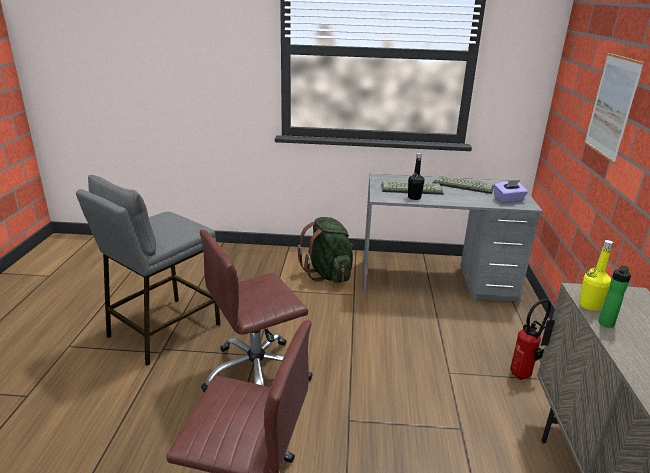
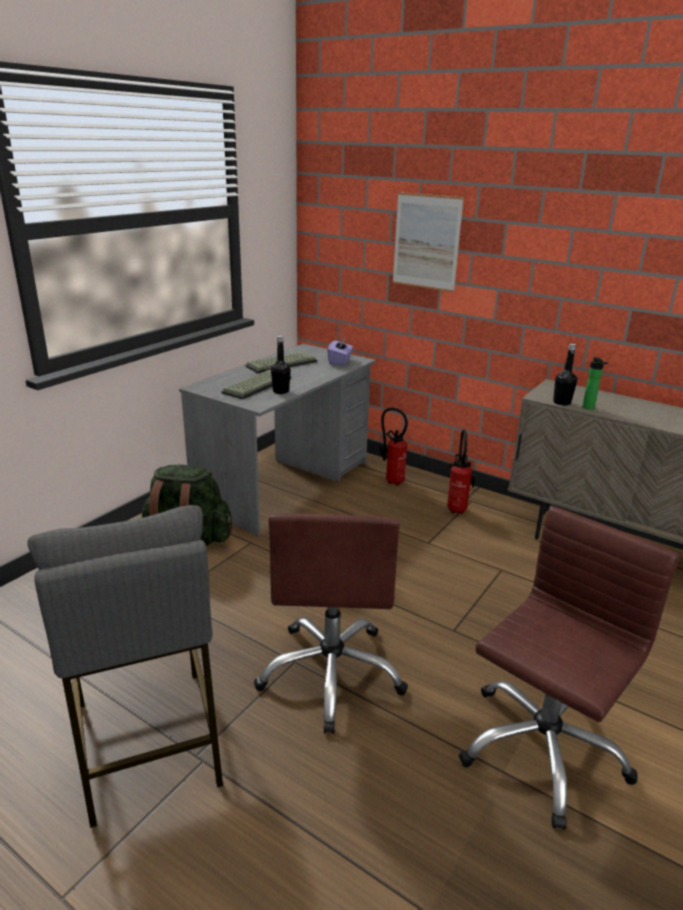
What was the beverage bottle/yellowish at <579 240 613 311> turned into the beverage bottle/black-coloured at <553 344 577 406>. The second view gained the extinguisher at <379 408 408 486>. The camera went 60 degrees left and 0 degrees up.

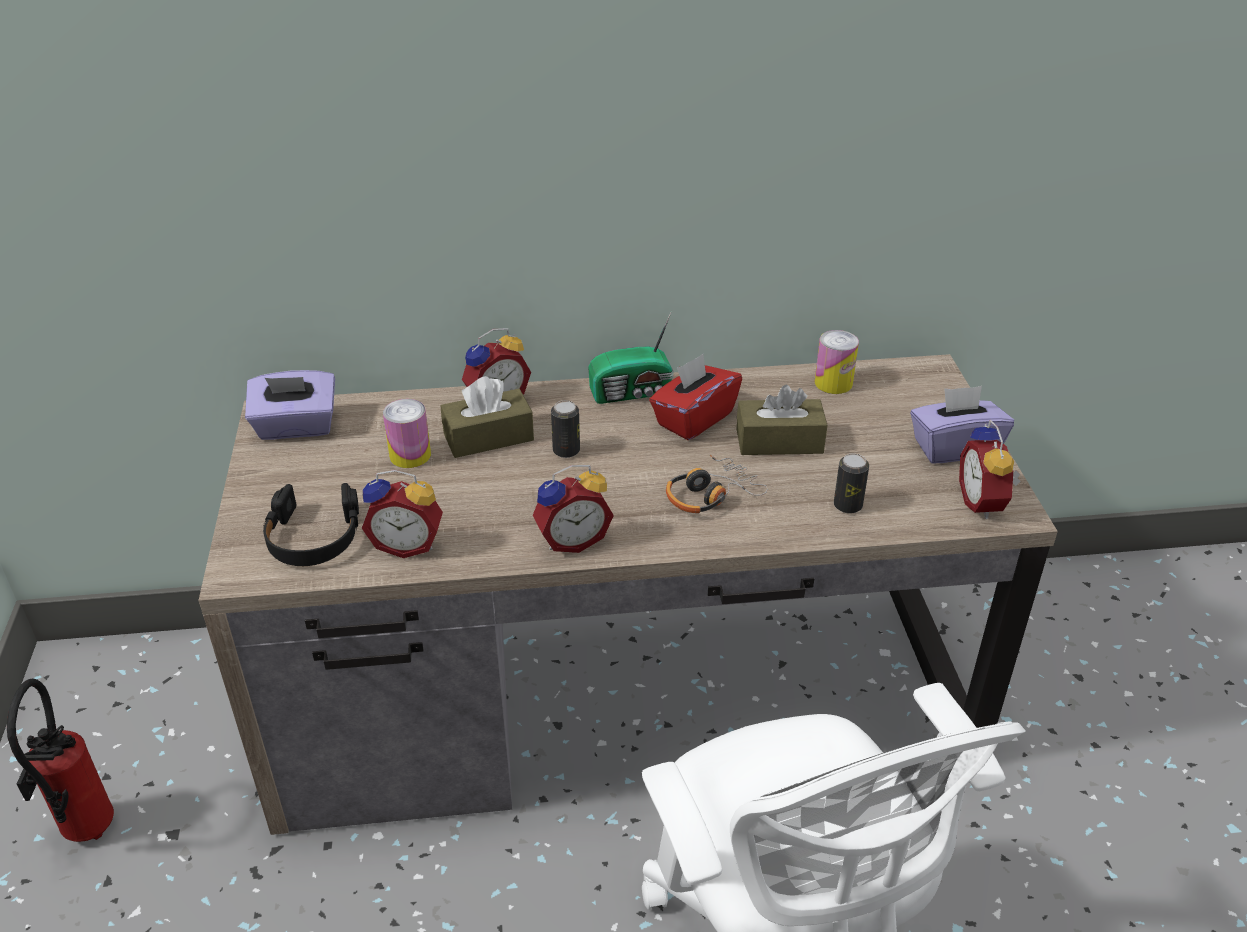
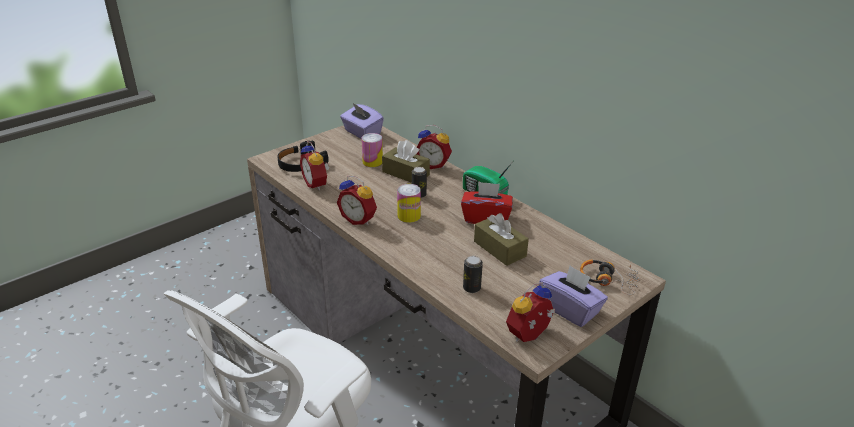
The second view lost the extinguisher at <7 679 114 842>. The headset ended up elsewhere, having gone from <666 455 768 513> to <580 259 639 295>. The sealed can ended up elsewhere, having gone from <815 330 859 394> to <397 184 421 223>. The camera went 55 degrees right and 5 degrees down.

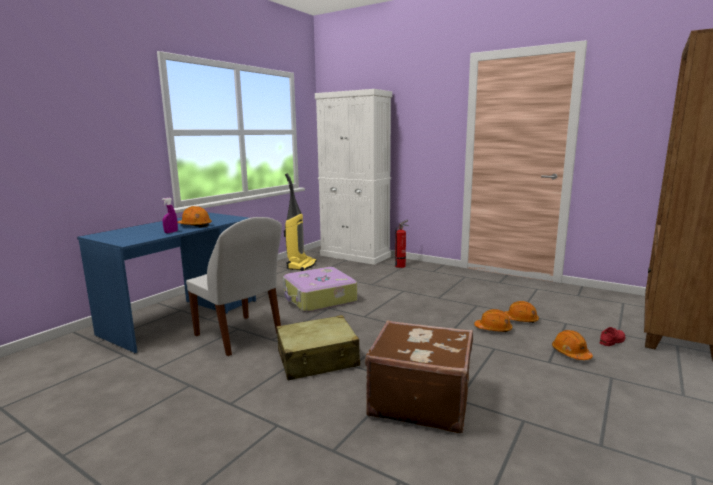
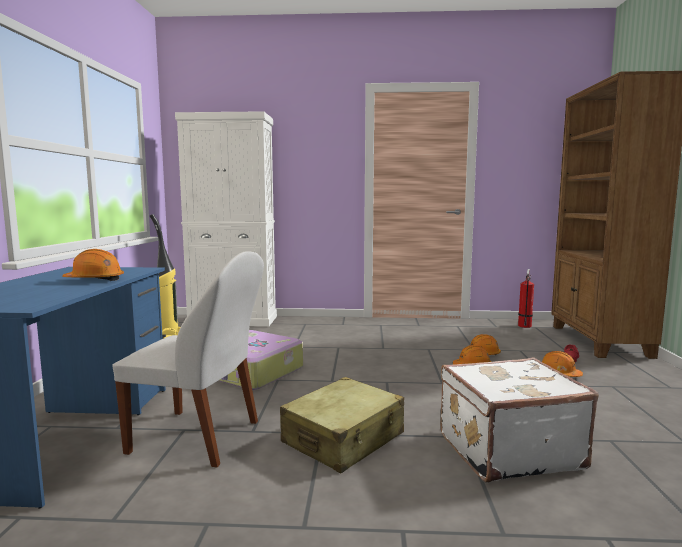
The second view lost the spray bottle/purplish at <162 198 178 233>. What was the travel case/brown-coloured at <365 320 473 433> turned into the travel case/white-coloured at <440 358 599 483>. The extinguisher ended up elsewhere, having gone from <395 220 408 268> to <518 269 534 328>. The camera went 30 degrees left and 5 degrees down.

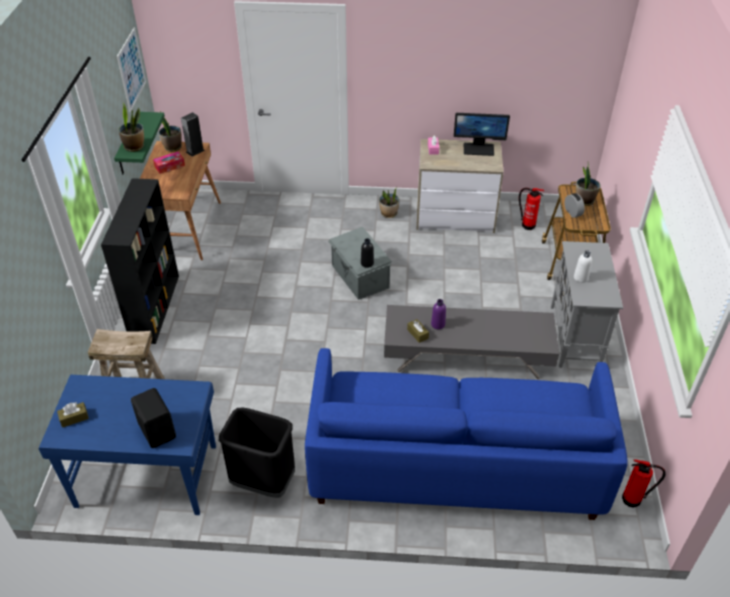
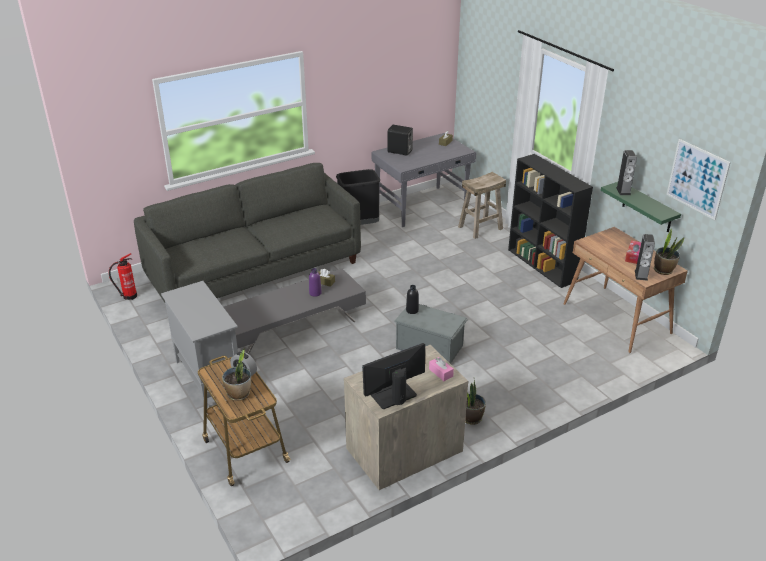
What was the desk/bluish at <39 375 216 515> turned into the desk/greyish at <372 133 476 227>. Where the houseplant stood at <119 102 144 152>, the loudspeaker came to stand at <616 150 637 195>. What was the settee/bluish at <305 348 628 520> turned into the settee/greyish at <134 163 361 302>. The second view lost the extinguisher at <519 188 544 230>. The second view lost the beverage bottle/white-coloured at <574 250 592 283>. The camera went 145 degrees right and 10 degrees down.

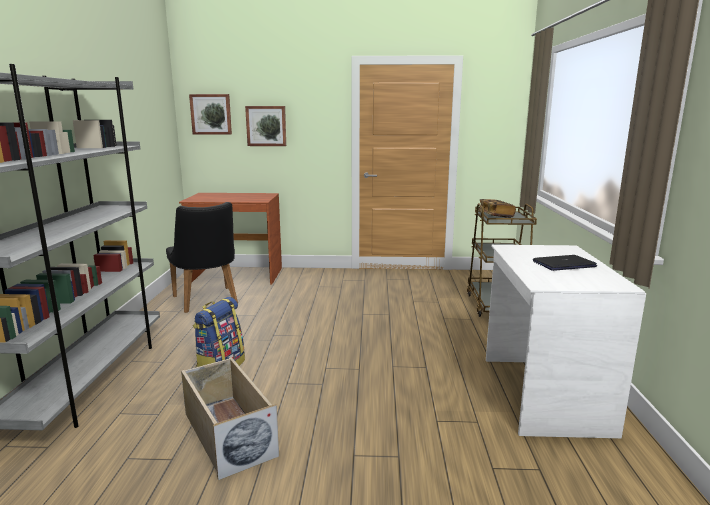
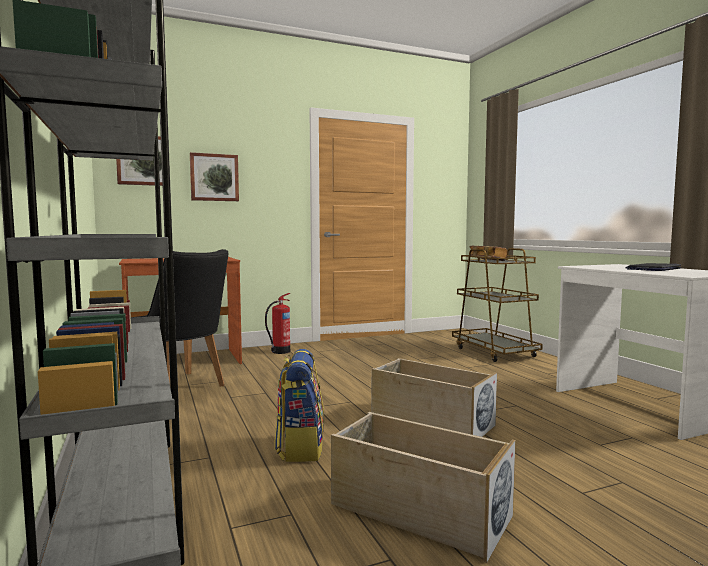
The second view gained the extinguisher at <265 293 290 354>. The second view gained the storage bin/beige-coloured at <371 358 497 437>. The camera went 25 degrees left and 10 degrees down.

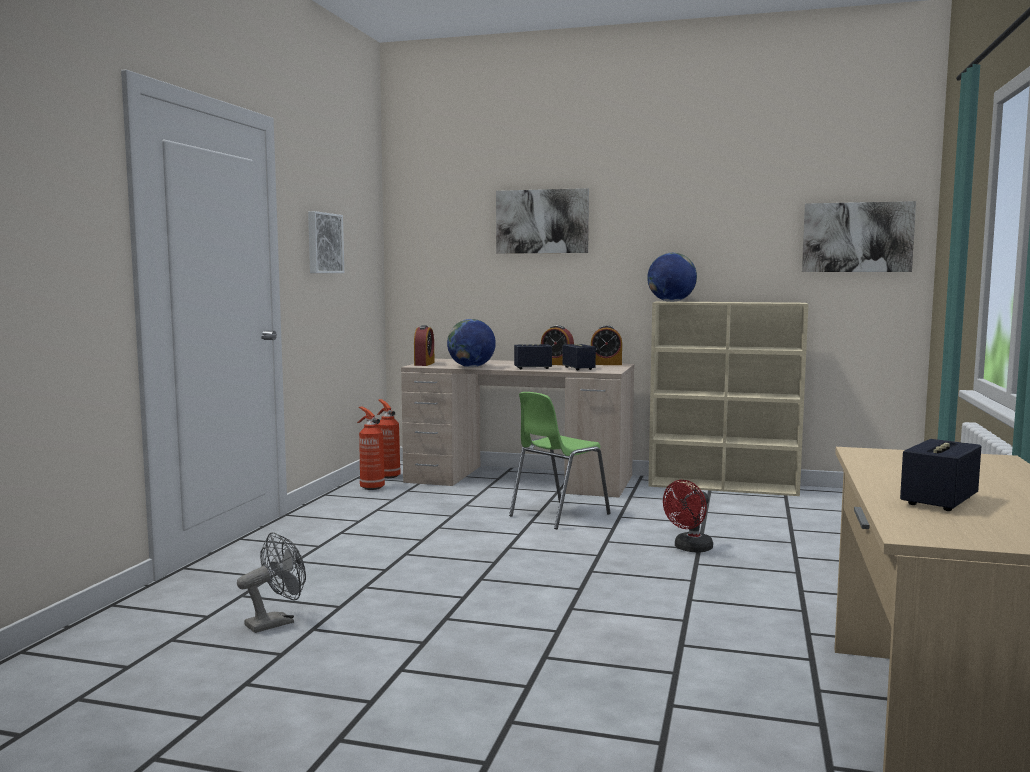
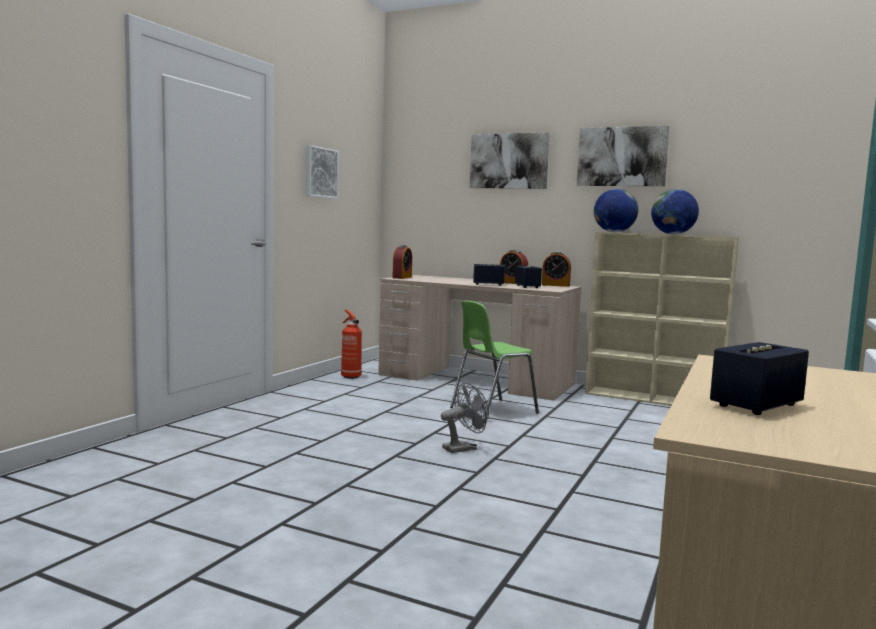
The cooling fan/greyish ended up elsewhere, having gone from <237 532 306 633> to <441 382 489 453>. The second view lost the extinguisher at <377 399 401 478>. The desk globe ended up elsewhere, having gone from <447 319 496 367> to <651 189 699 234>. The second view lost the cooling fan/red at <663 480 713 553>. The wall art ended up elsewhere, having gone from <802 201 916 272> to <577 126 670 186>. The camera went 10 degrees right and 0 degrees up.

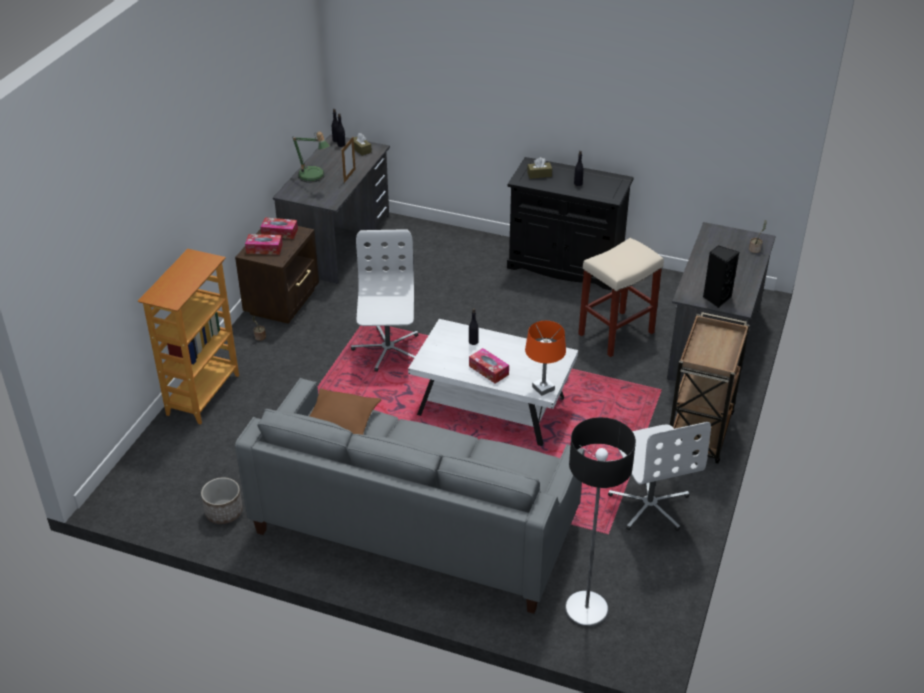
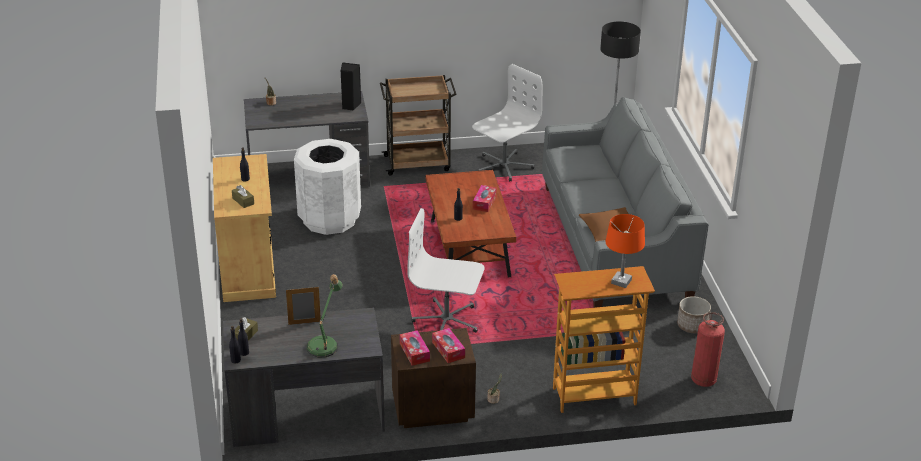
The office chair/white-coloured at <351 229 418 372> ended up facing another way, 45 degrees clockwise from before. What was the low table/white-coloured at <408 319 578 446> turned into the low table/brown-coloured at <425 170 516 277>. What was the storage cabinet/black-coloured at <507 157 634 290> turned into the storage cabinet/beige-coloured at <213 154 276 302>. The table lamp/orange ended up elsewhere, having gone from <525 321 566 396> to <605 214 645 288>. Where the stool seat/beige-coloured stood at <578 238 664 357>, the waste bin/white-coloured came to stand at <294 139 361 235>. The second view gained the extinguisher at <691 312 725 387>. The camera went 120 degrees left and 5 degrees down.

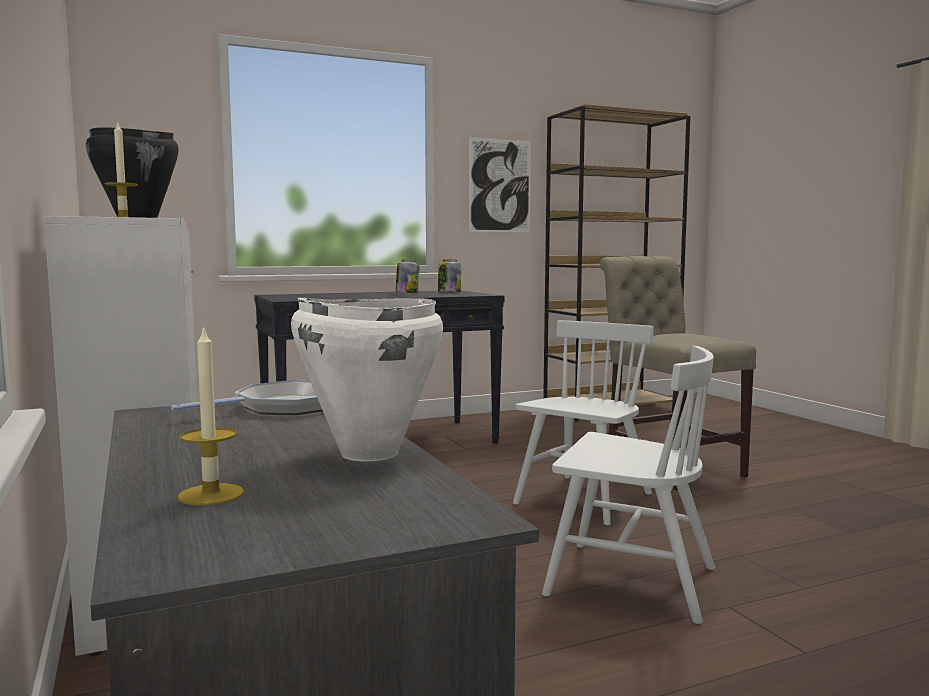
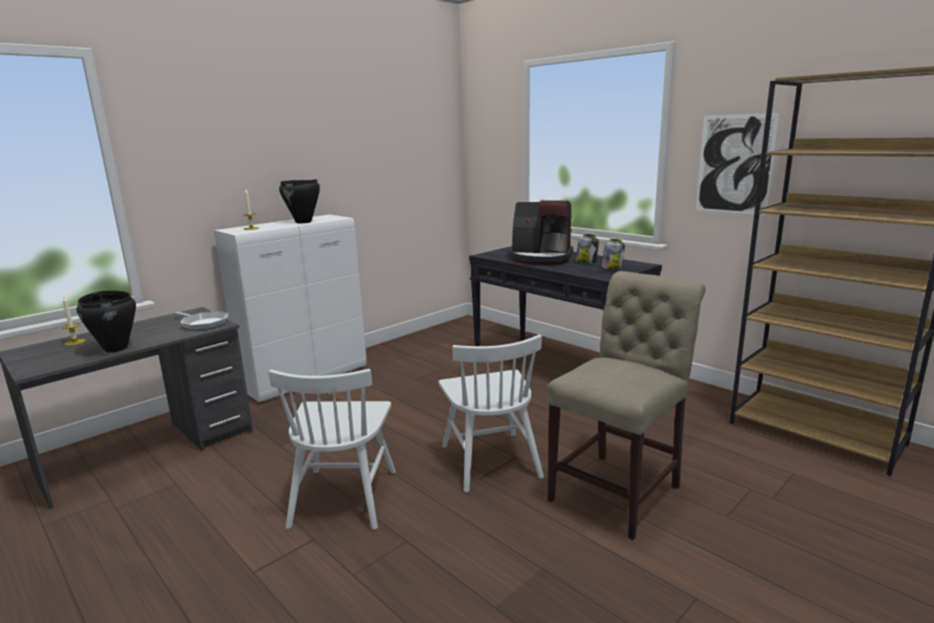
What was the saucepot/white-coloured at <291 297 443 461> turned into the saucepot/black-coloured at <76 290 136 353>. The upright chair/white-coloured at <513 320 654 525> ended up facing another way, 60 degrees clockwise from before. The second view gained the coffee machine at <510 200 573 265>. The camera went 70 degrees right and 10 degrees up.

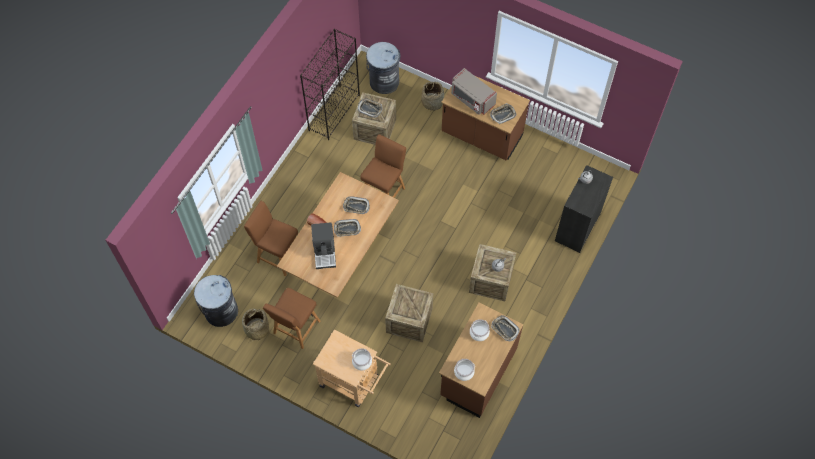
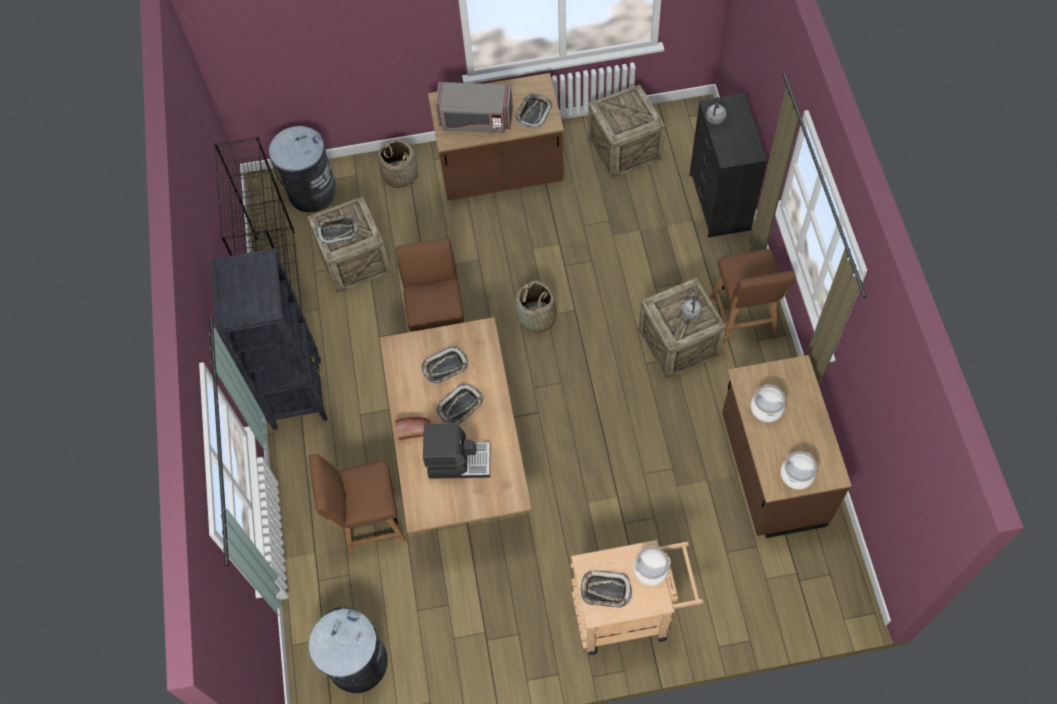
The storage basket ended up elsewhere, having gone from <242 309 269 343> to <515 281 557 333>. The upright chair/brown-coloured ended up elsewhere, having gone from <263 288 321 349> to <710 249 796 343>. The coffee machine at <311 222 336 269> ended up facing another way, 45 degrees counterclockwise from before. The shipping crate ended up elsewhere, having gone from <385 284 433 343> to <588 84 665 179>. The serving tray ended up elsewhere, having gone from <491 315 520 341> to <580 571 632 608>. The second view gained the bookshelf/black-coloured at <211 248 327 430>. The camera went 35 degrees left and 0 degrees up.

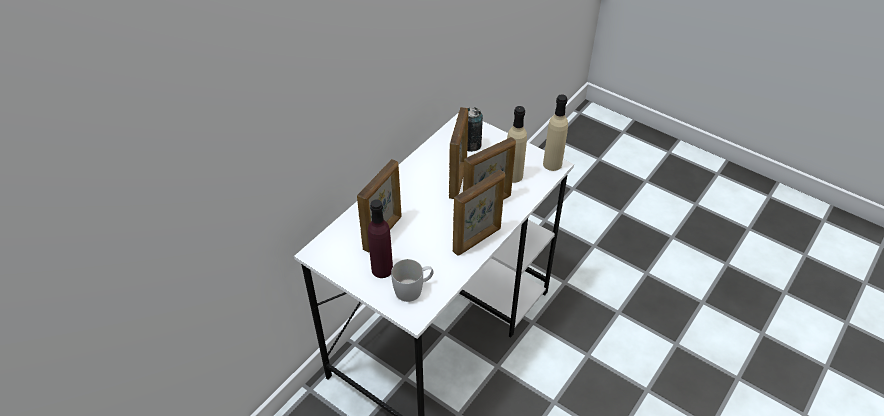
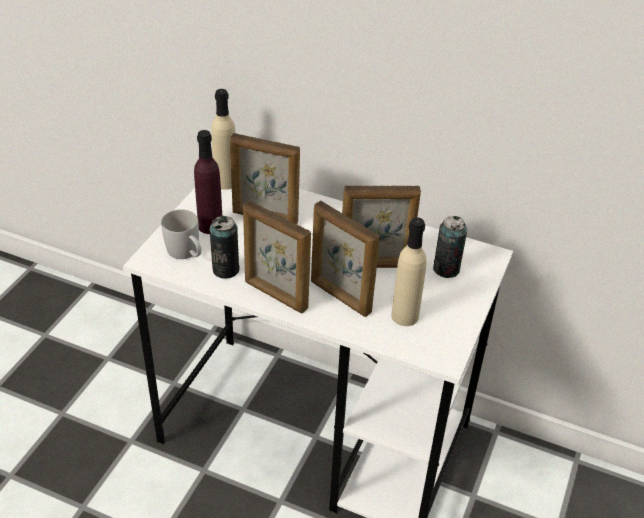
The beverage bottle/beige-coloured ended up elsewhere, having gone from <543 94 568 171> to <211 89 235 190>. The second view gained the sealed can at <209 216 240 279>. The camera went 75 degrees right and 5 degrees down.

